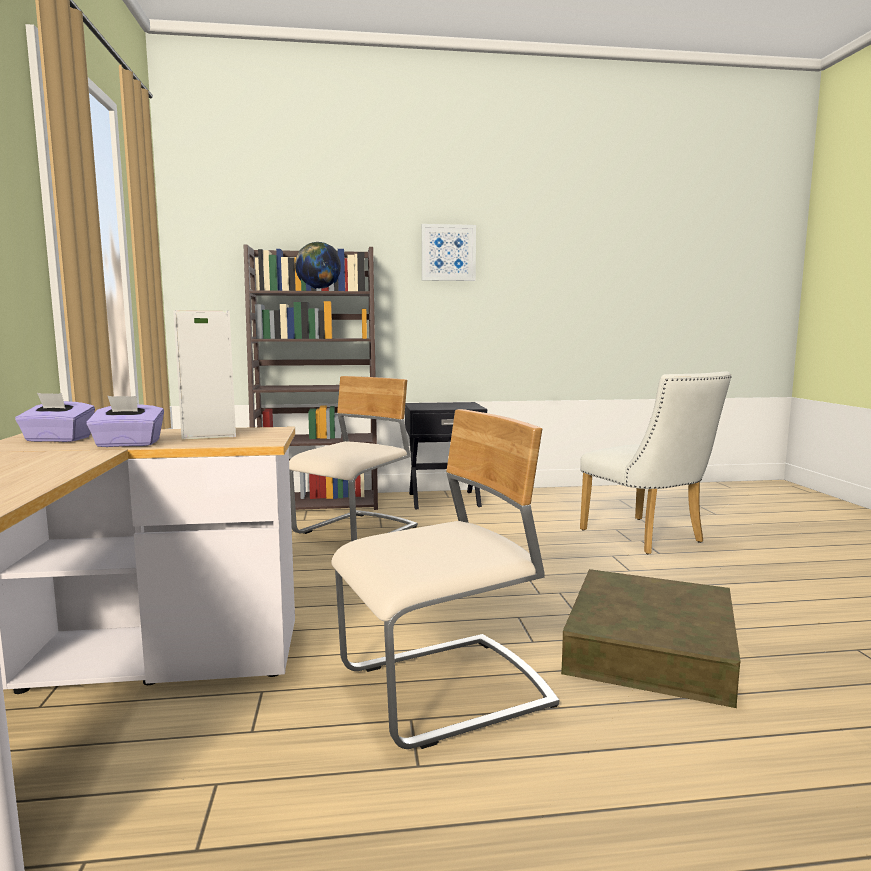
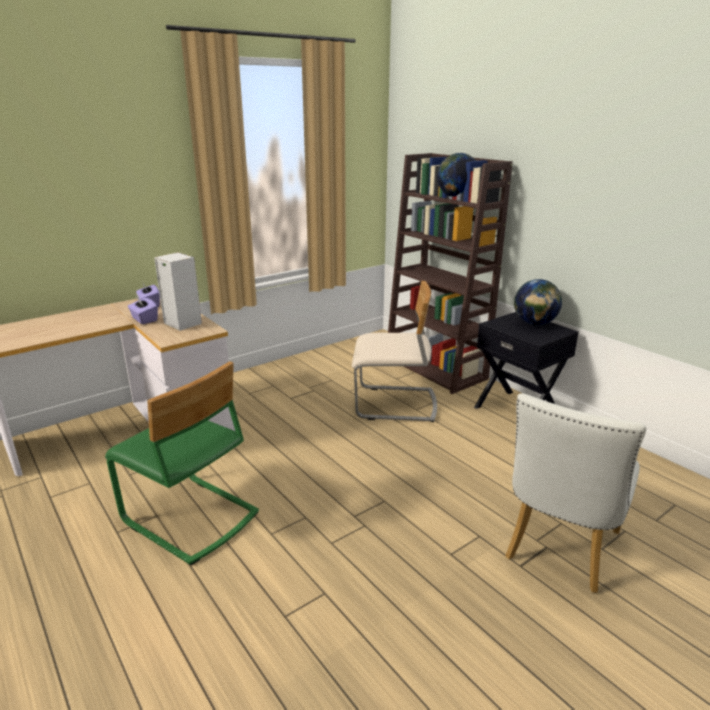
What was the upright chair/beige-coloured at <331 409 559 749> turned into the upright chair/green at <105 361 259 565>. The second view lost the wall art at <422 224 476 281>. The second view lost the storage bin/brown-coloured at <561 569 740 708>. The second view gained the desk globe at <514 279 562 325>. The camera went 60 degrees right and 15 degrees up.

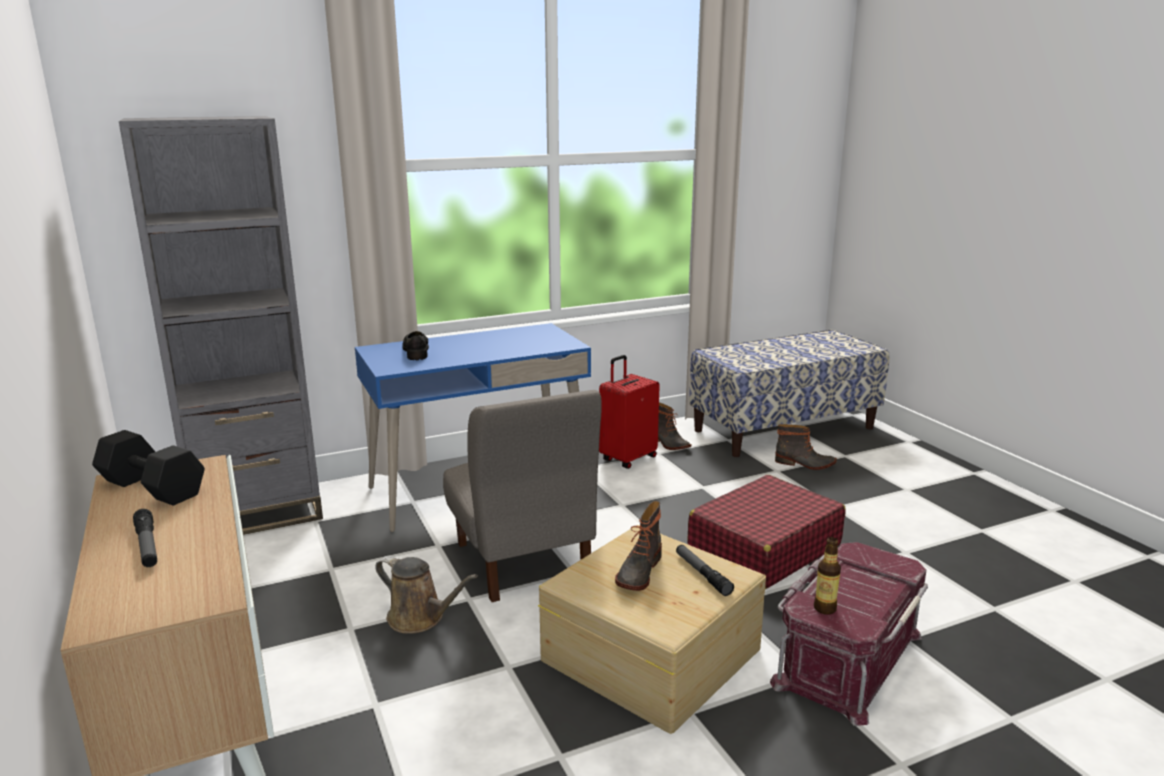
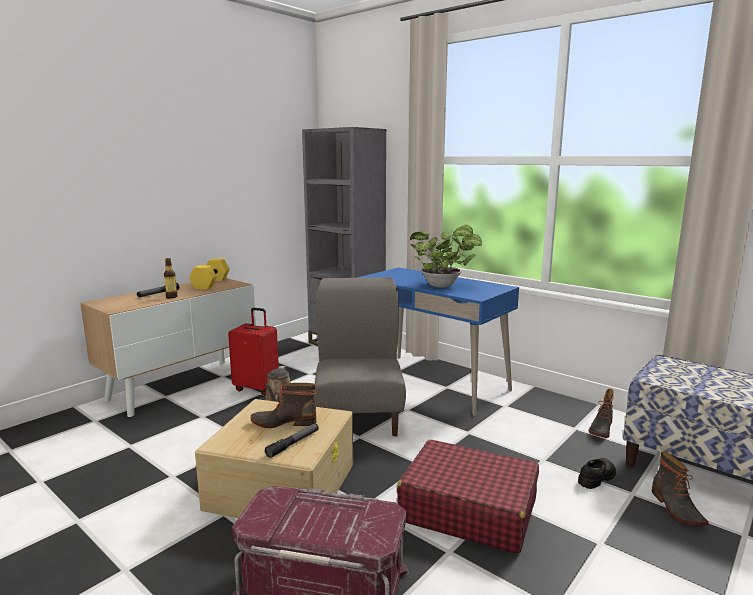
What was the free weight/black-coloured at <92 430 205 505> turned into the free weight/yellowish at <189 259 230 289>. The item of footwear/black-coloured ended up elsewhere, having gone from <402 331 429 360> to <578 458 616 489>. The upright chair/greyish at <443 390 601 602> ended up facing another way, 135 degrees clockwise from before. The travel case/red ended up elsewhere, having gone from <599 355 660 469> to <228 308 279 396>. The beverage bottle ended up elsewhere, having gone from <814 537 841 615> to <164 258 178 299>. The second view gained the houseplant at <410 225 482 288>. The camera went 65 degrees right and 5 degrees down.

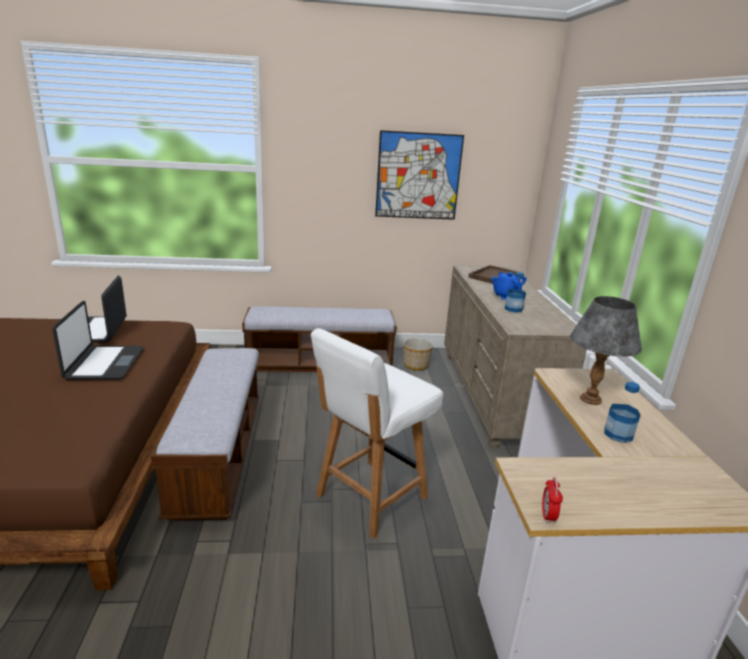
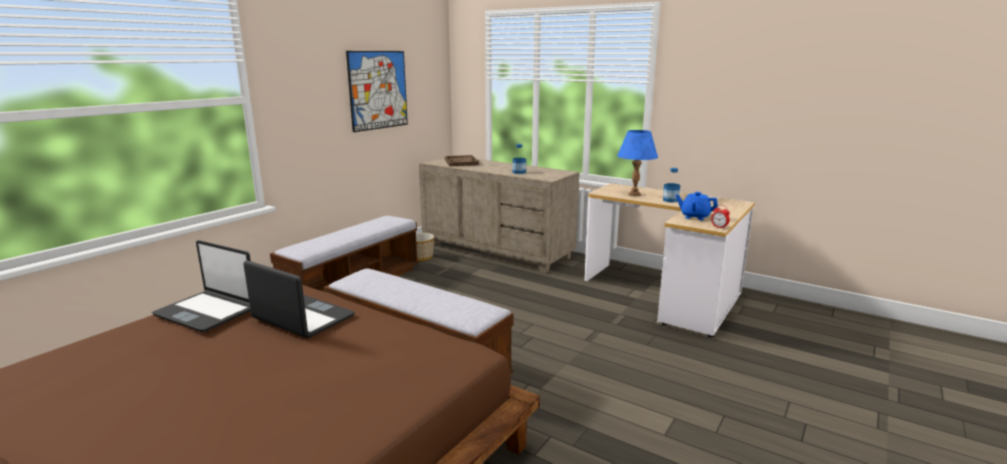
The second view lost the upright chair/white-coloured at <311 328 443 539>. The tea pot/bluish ended up elsewhere, having gone from <491 272 527 300> to <676 192 718 220>. What was the table lamp/greyish at <570 296 642 405> turned into the table lamp/bluish at <617 130 658 196>. The camera went 50 degrees left and 5 degrees down.

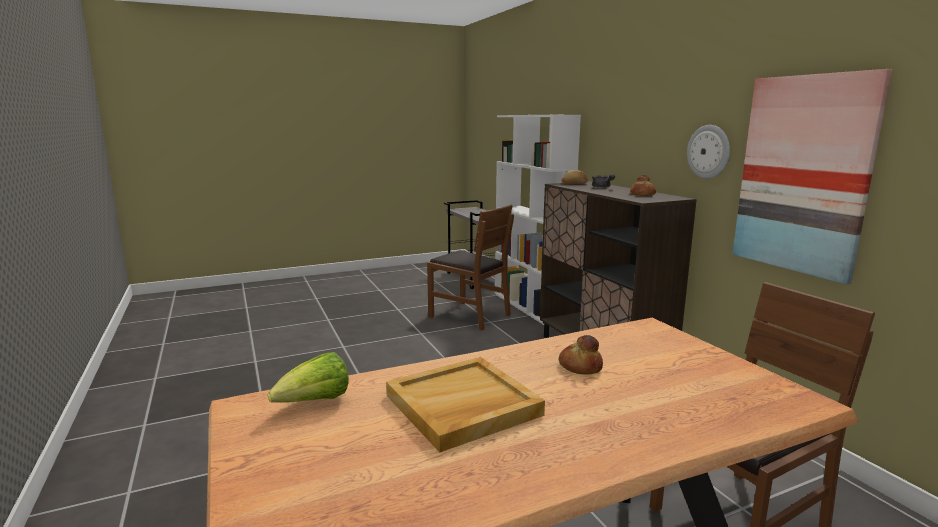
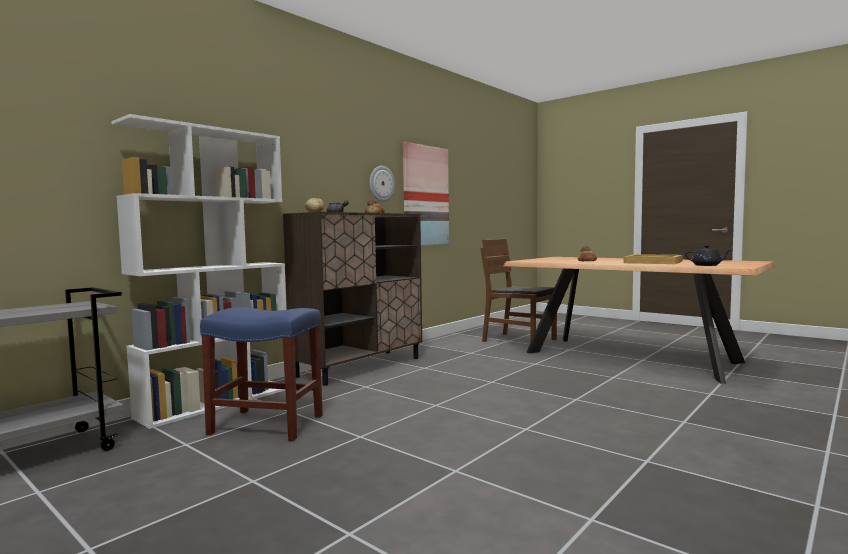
Where the lettuce head stood at <268 352 349 403>, the tea pot/black-coloured came to stand at <685 245 730 266>. Where the upright chair/brown-coloured stood at <427 205 514 330>, the stool seat/bluish came to stand at <200 307 323 441>. The camera went 115 degrees left and 10 degrees down.

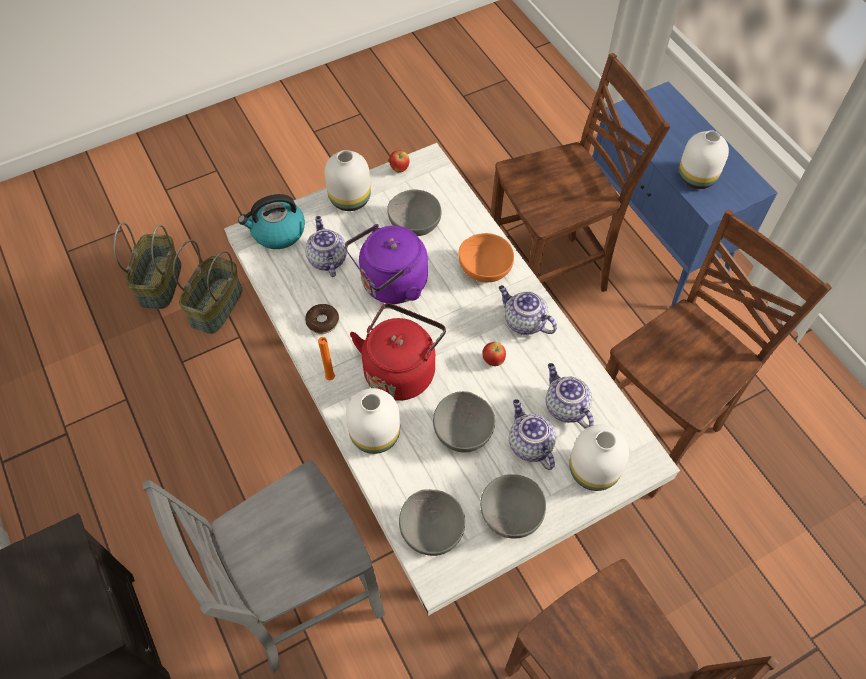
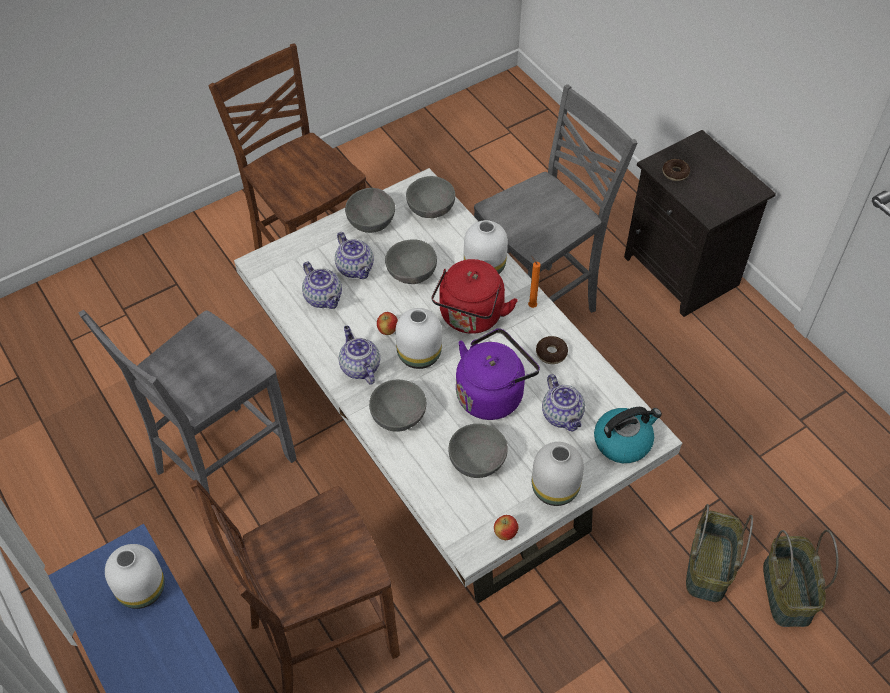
What was the deep dish/orange at <459 233 514 282> turned into the deep dish/greyish at <369 380 426 432>. The tea pot at <498 285 557 335> ended up facing another way, 150 degrees counterclockwise from before. The vase/white-coloured ended up elsewhere, having gone from <569 425 629 491> to <395 308 442 369>. What was the upright chair/brown-coloured at <605 209 832 498> turned into the upright chair/greyish at <79 310 296 494>. The second view gained the donut at <662 159 690 181>. The camera went 175 degrees right and 5 degrees down.

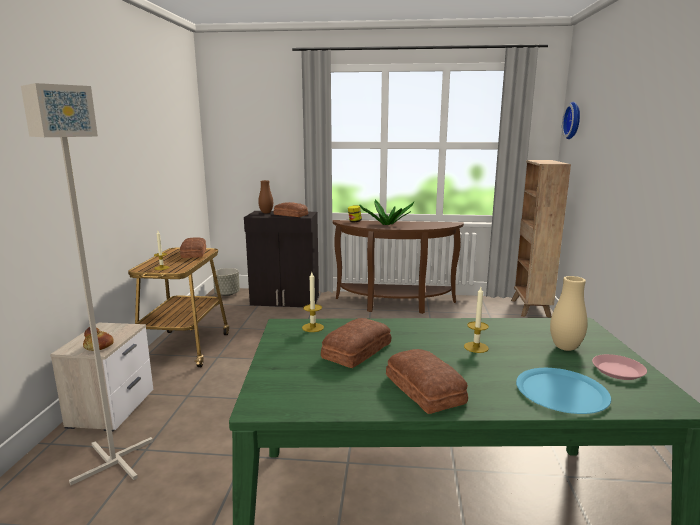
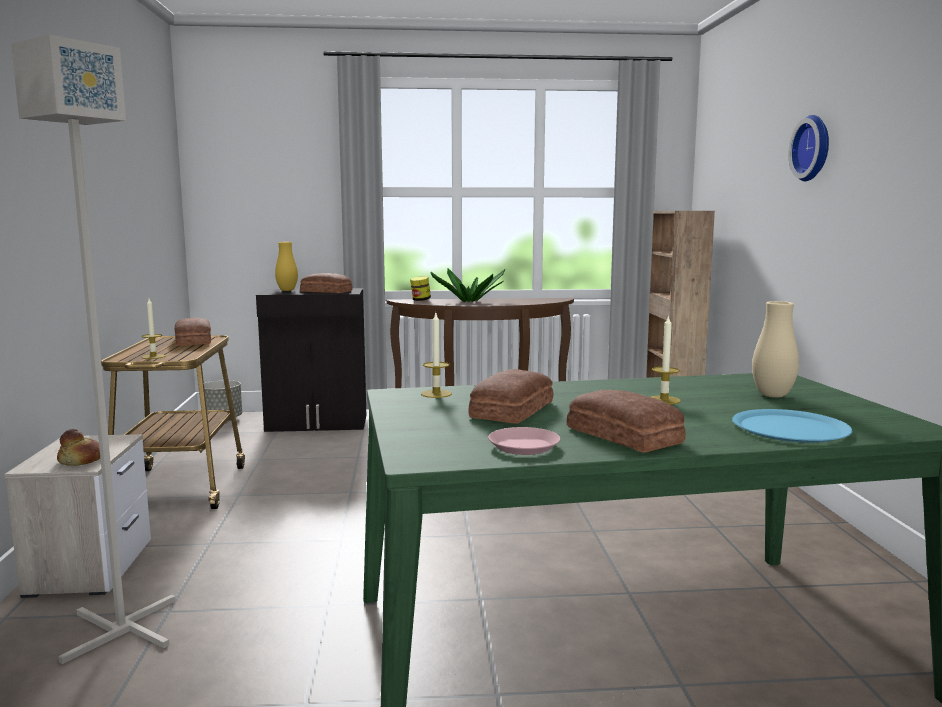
What was the vase/brown-coloured at <258 180 273 213> turned into the vase/yellowish at <275 242 298 291>. The wall clock ended up elsewhere, having gone from <562 102 580 139> to <789 115 829 181>. The flat dish/pink ended up elsewhere, having gone from <592 354 647 380> to <488 427 560 455>. The camera went 10 degrees left and 5 degrees down.

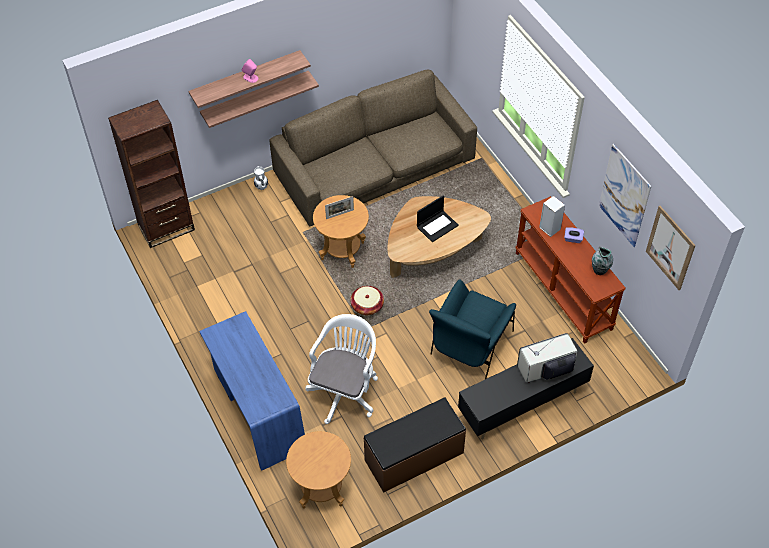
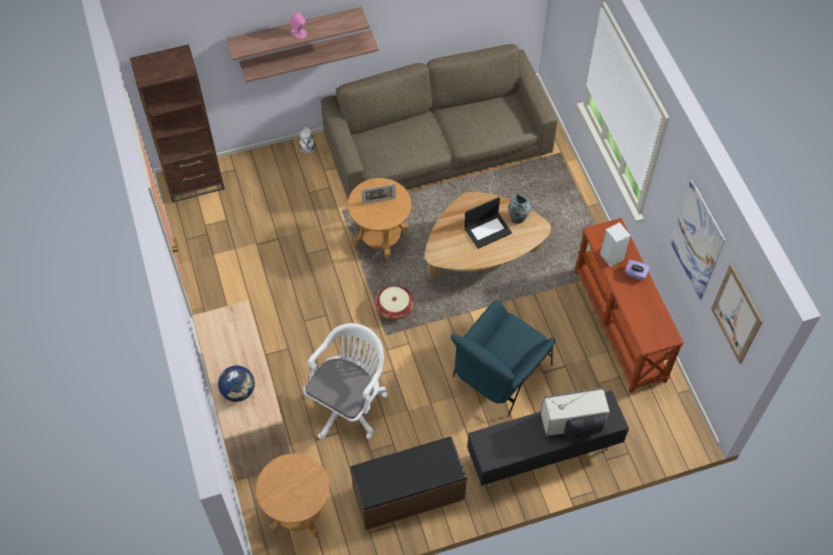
What was the desk/bluish at <199 311 305 471> turned into the desk/beige-coloured at <192 301 291 481>. The vase ended up elsewhere, having gone from <592 247 613 275> to <508 193 531 224>. The second view gained the desk globe at <218 366 255 402>. The camera went 10 degrees right and 5 degrees up.

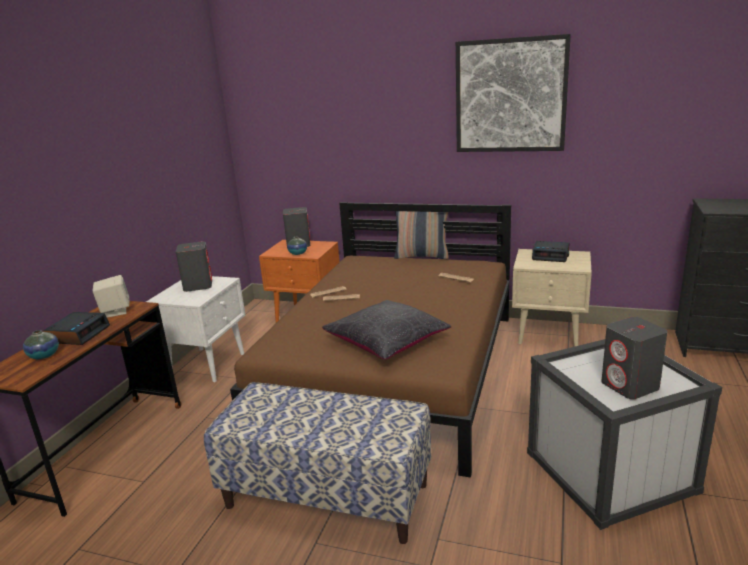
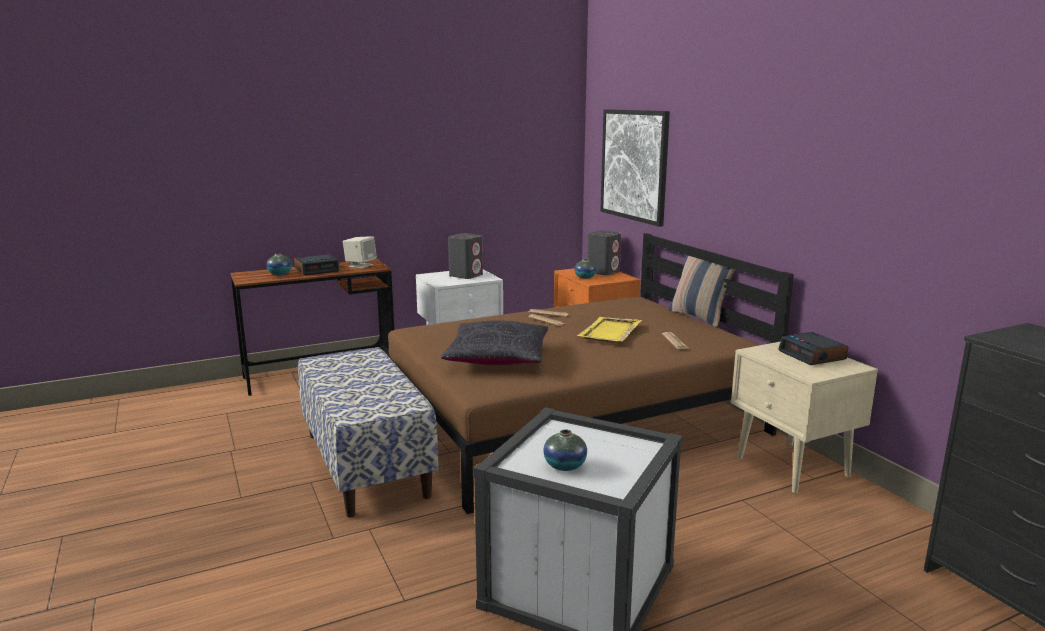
The wall art ended up elsewhere, having gone from <456 34 571 152> to <600 109 670 227>. Where the loudspeaker/greyish stood at <602 317 667 399>, the vase came to stand at <543 429 587 471>. The second view gained the serving tray/yellowish at <577 317 642 342>. The camera went 45 degrees right and 5 degrees down.

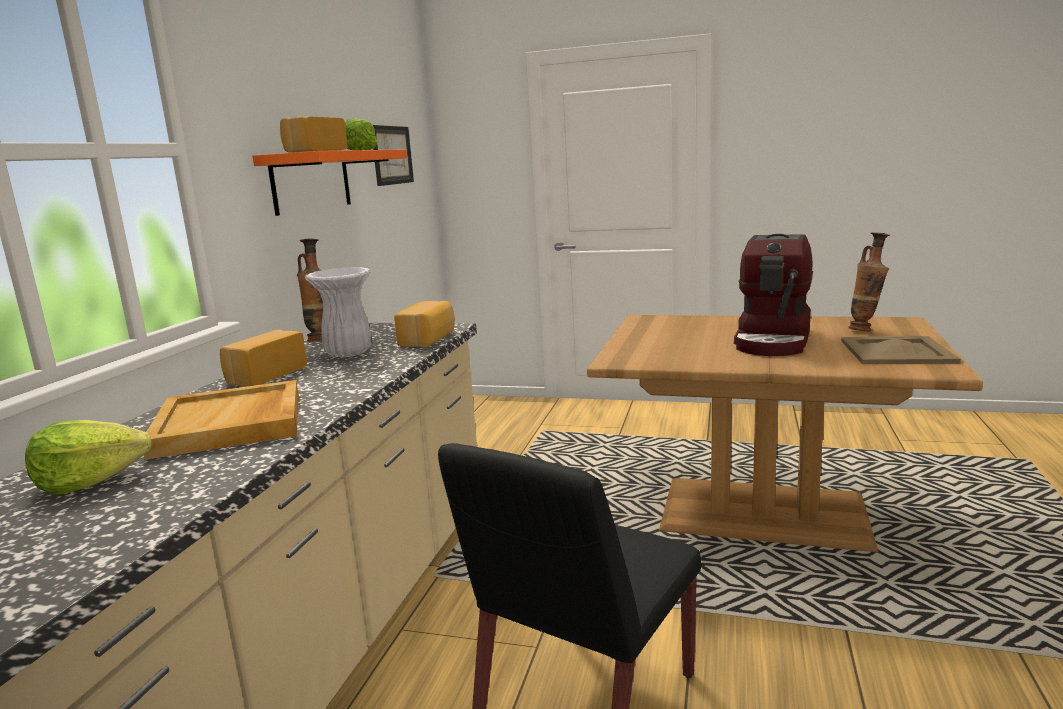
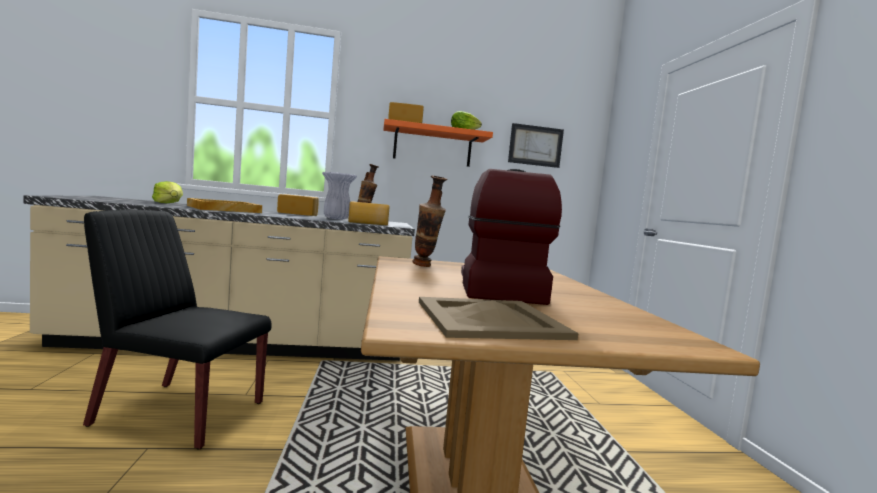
The coffee machine at <734 234 813 356> ended up facing another way, 90 degrees clockwise from before. The vase ended up elsewhere, having gone from <848 232 890 332> to <412 176 448 267>. The camera went 65 degrees right and 10 degrees down.

